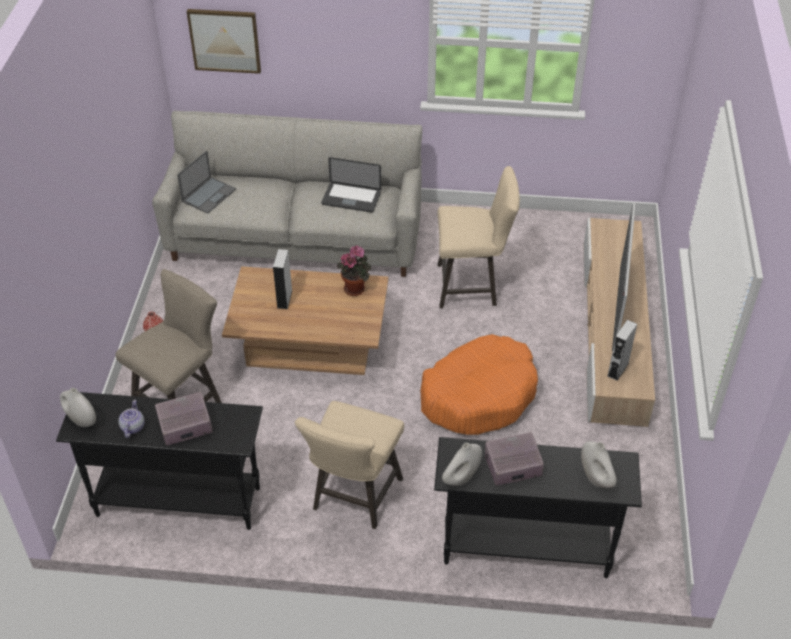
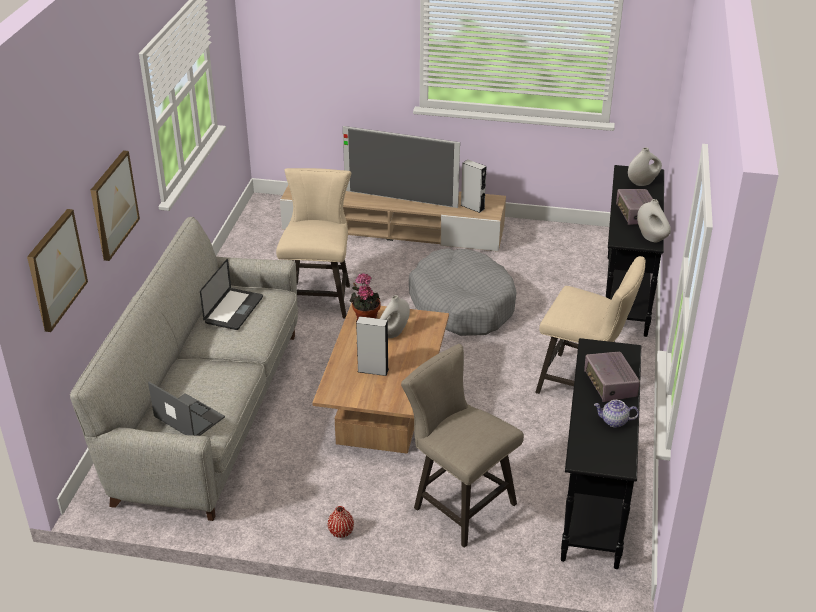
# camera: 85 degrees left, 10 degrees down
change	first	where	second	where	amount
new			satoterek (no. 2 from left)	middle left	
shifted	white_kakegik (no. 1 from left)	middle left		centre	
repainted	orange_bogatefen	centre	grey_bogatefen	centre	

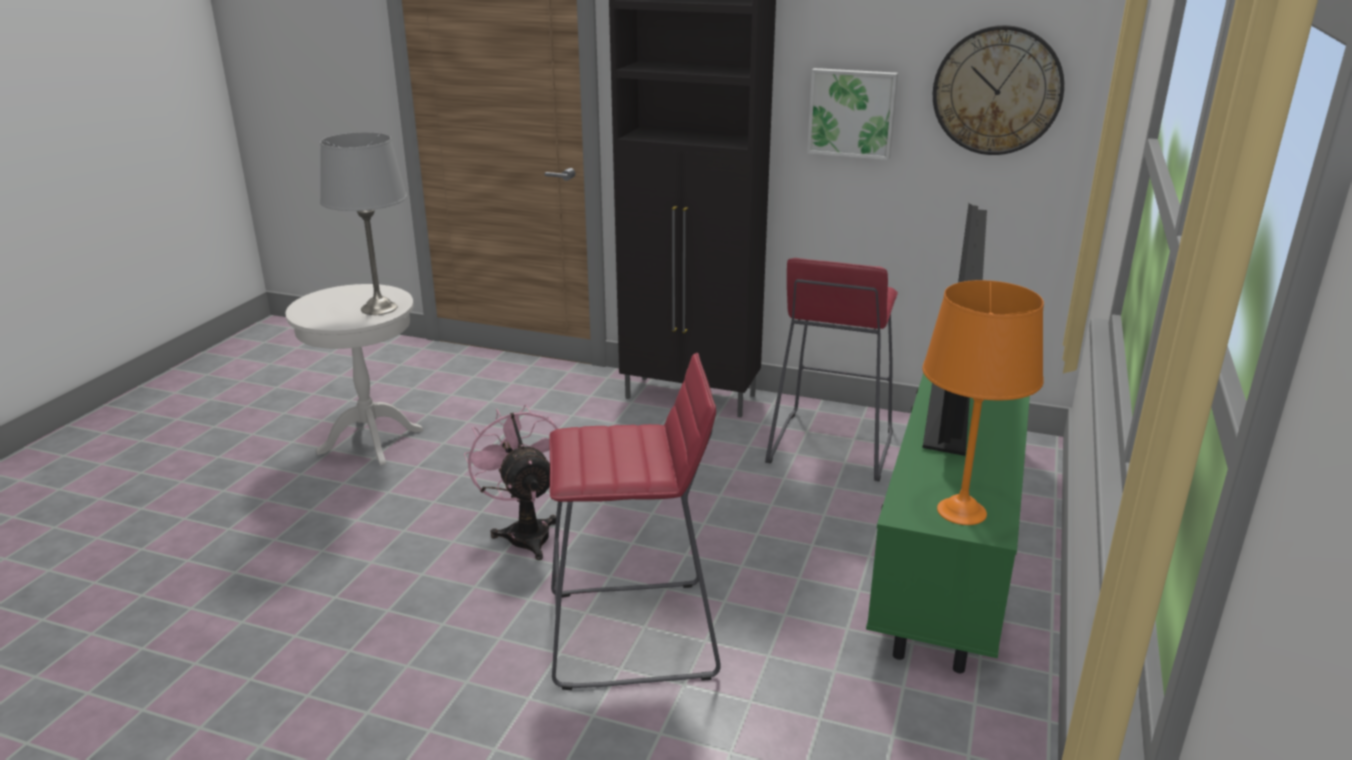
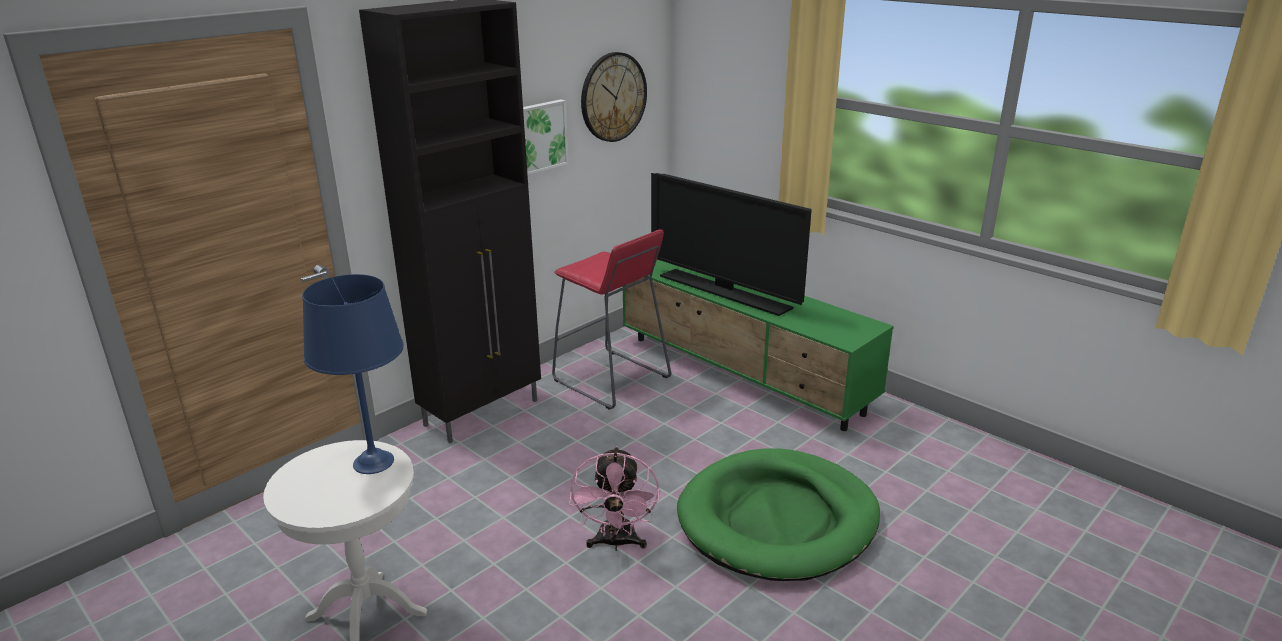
# camera: 65 degrees left, 0 degrees up
change	first	where	second	where	amount
gone	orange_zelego	middle right			
swapped	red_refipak (no. 1 from left)	bottom centre	green_bogatefen	bottom centre	
repainted	grey_zelego	top left	blue_zelego	middle left	
rotated	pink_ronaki	centre		bottom centre	90 degrees counterclockwise

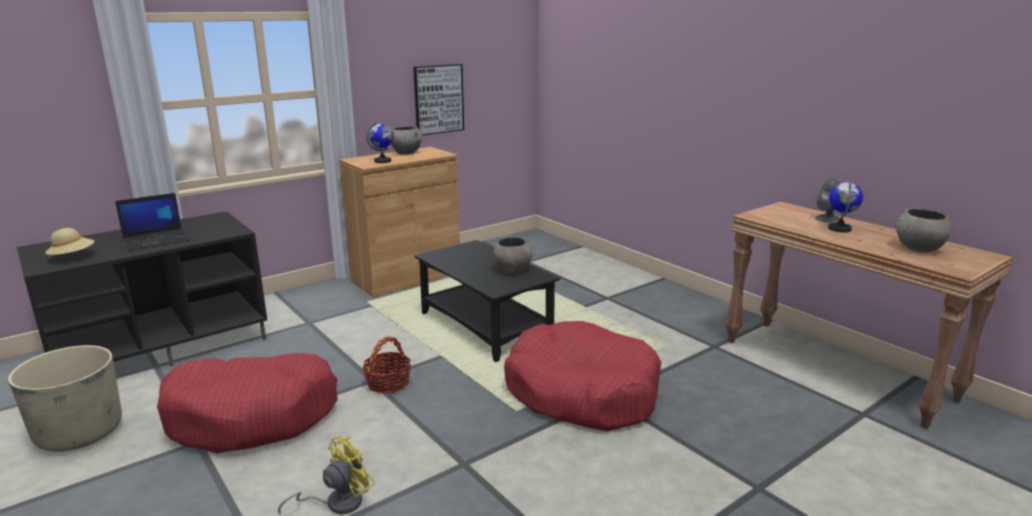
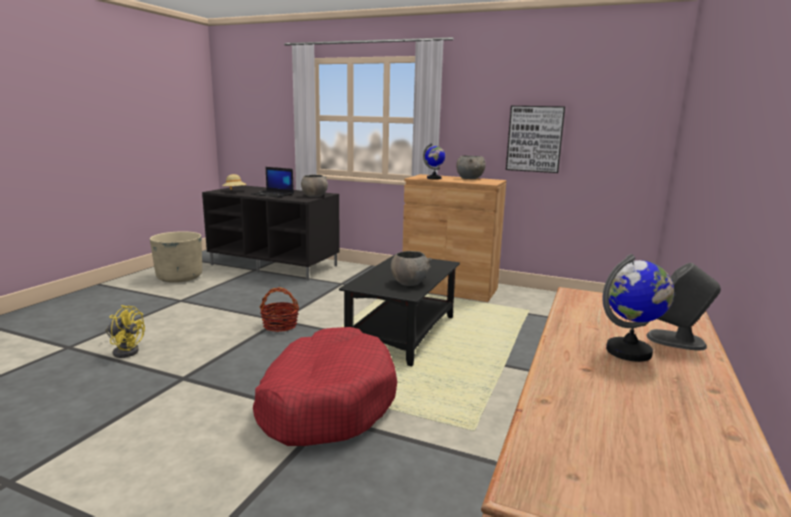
# camera: 60 degrees right, 5 degrees down
change	first	where	second	where	amount
gone	red_bogatefen (no. 1 from left)	bottom left			
shifted	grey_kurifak (no. 3 from left in the first image)	middle right	grey_kurifak (no. 1 from left)	centre	

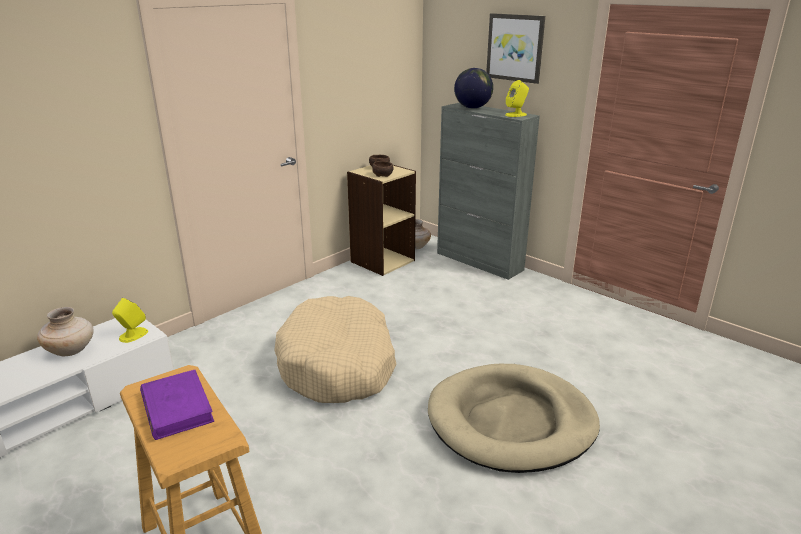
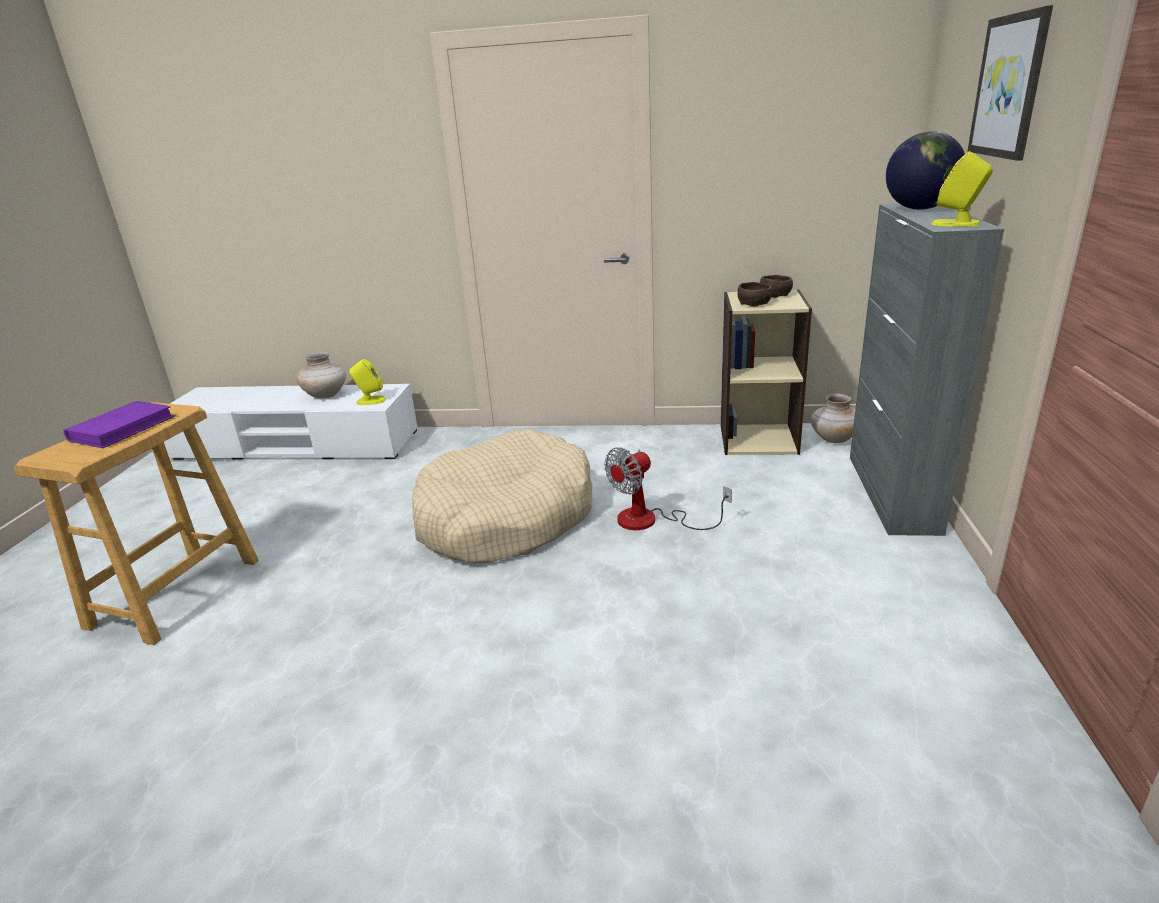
# camera: 55 degrees right, 0 degrees up
change	first	where	second	where	amount
gone	beige_bogatefen (no. 2 from left)	bottom centre			
new			ronaki	centre	

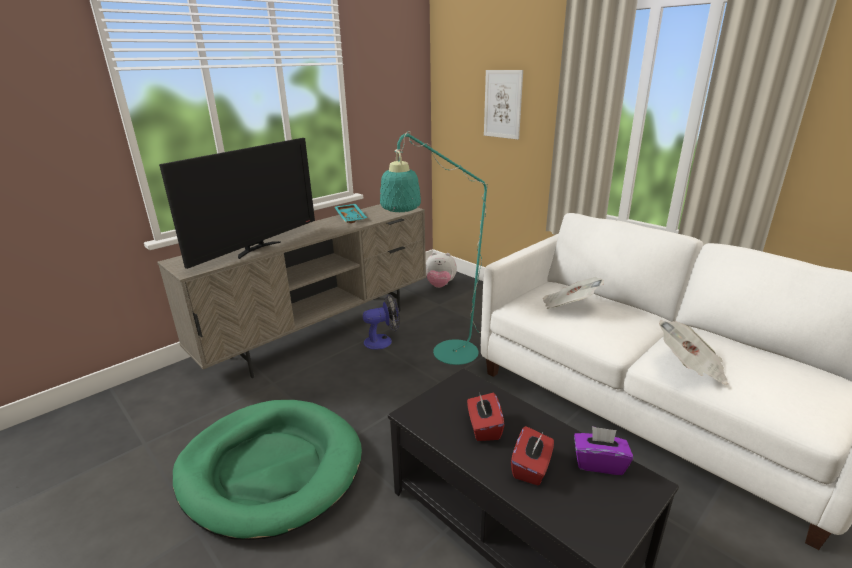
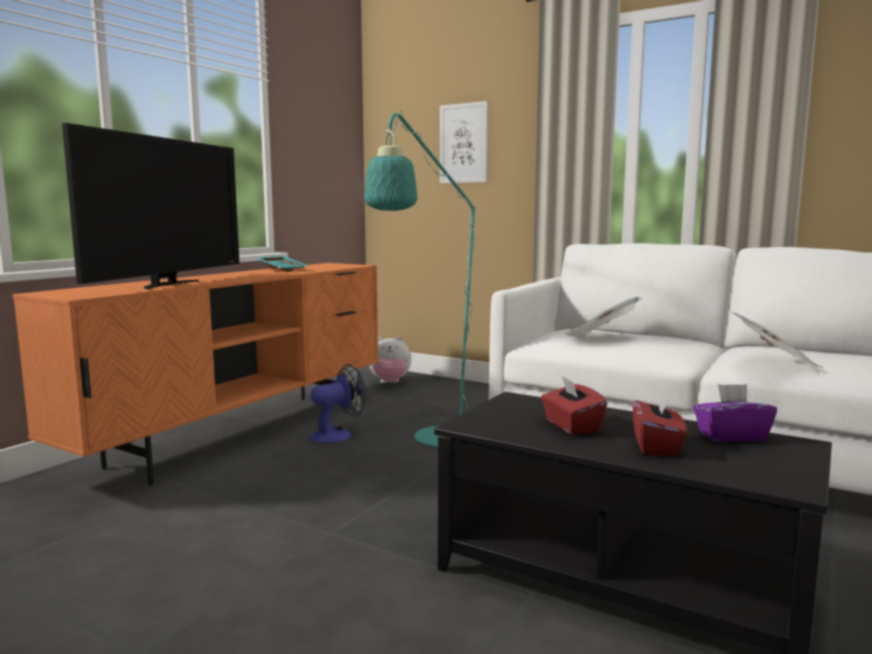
# camera: 15 degrees left, 15 degrees down
change	first	where	second	where	amount
gone	green_bogatefen	bottom left			
repainted	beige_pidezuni	centre	orange_pidezuni	middle left	

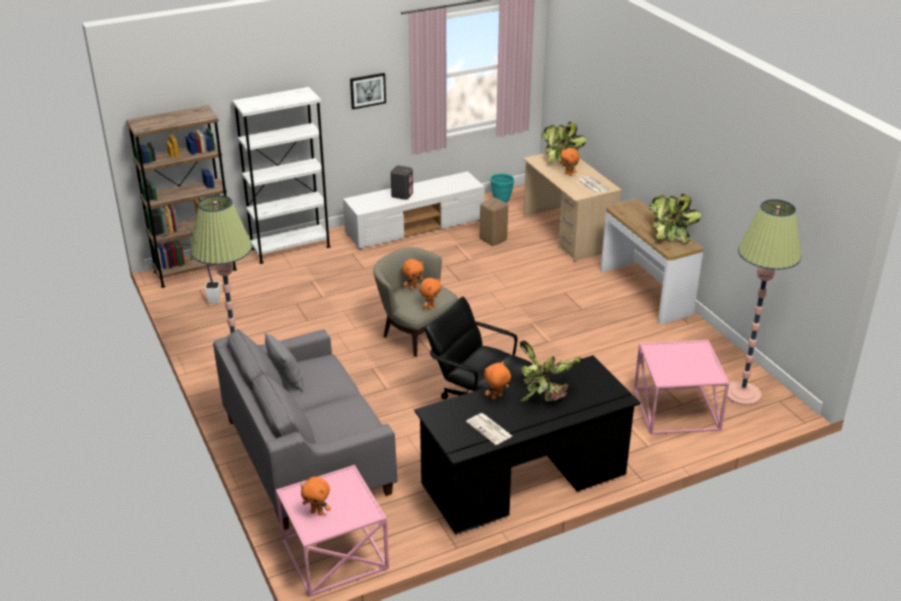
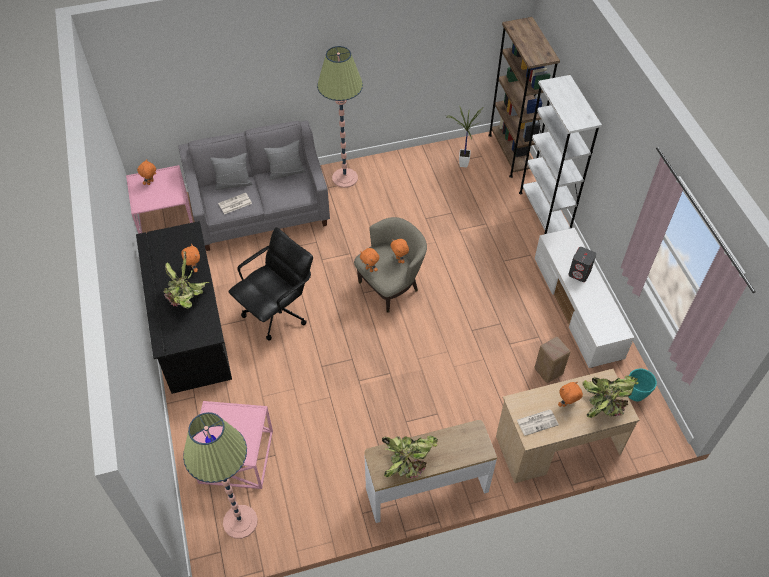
# camera: 100 degrees right, 20 degrees up
change	first	where	second	where	amount
gone	satoterek	top centre			
new			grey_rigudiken (no. 1 from left)	top left	
shifted	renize (no. 1 from left)	bottom centre		middle left	

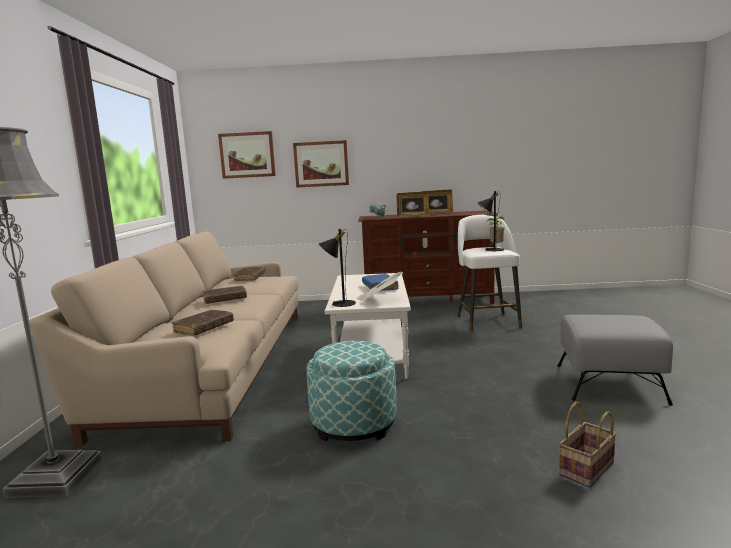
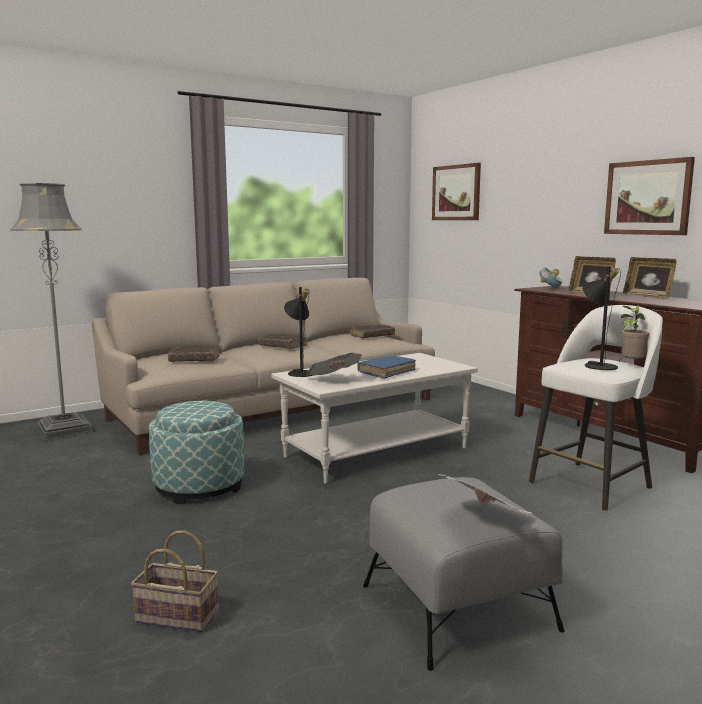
# camera: 55 degrees right, 0 degrees up
change	first	where	second	where	amount
new			renize (no. 2 from left)	bottom right	
shifted	satoterek (no. 2 from left)	top centre		top right	

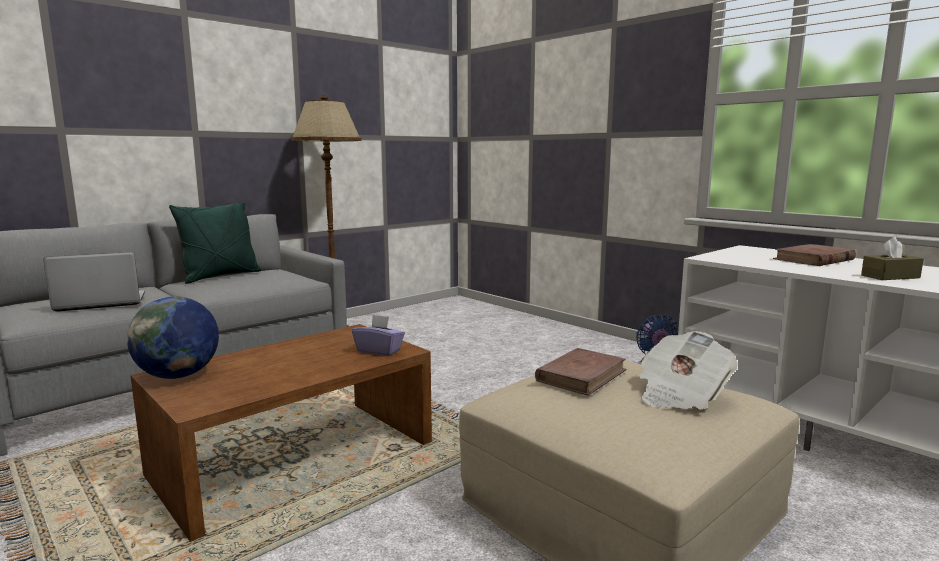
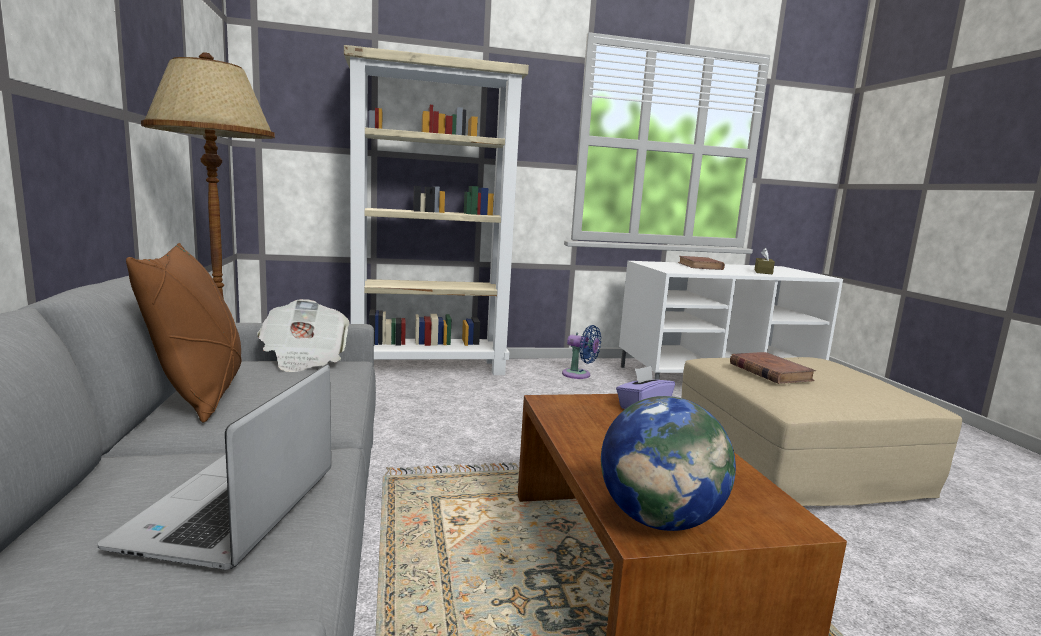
# camera: 60 degrees left, 0 degrees up
change	first	where	second	where	amount
new			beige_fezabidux	top centre	
shifted	renize	middle right		middle left	
repainted	green_rigudiken	middle left	brown_rigudiken	middle left	

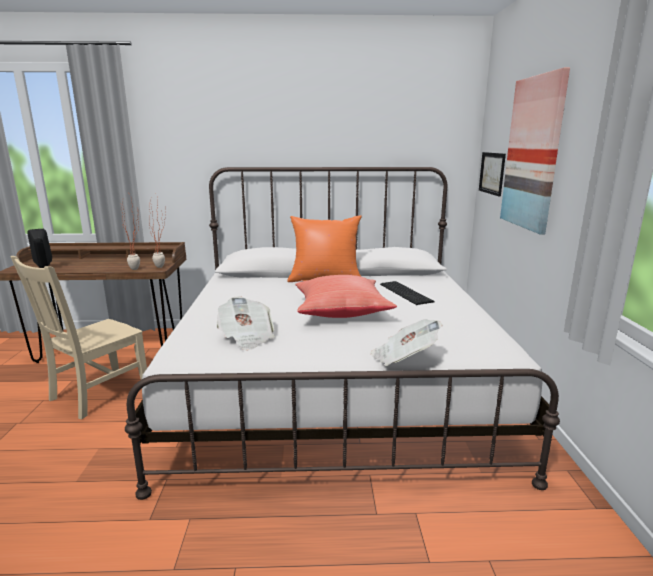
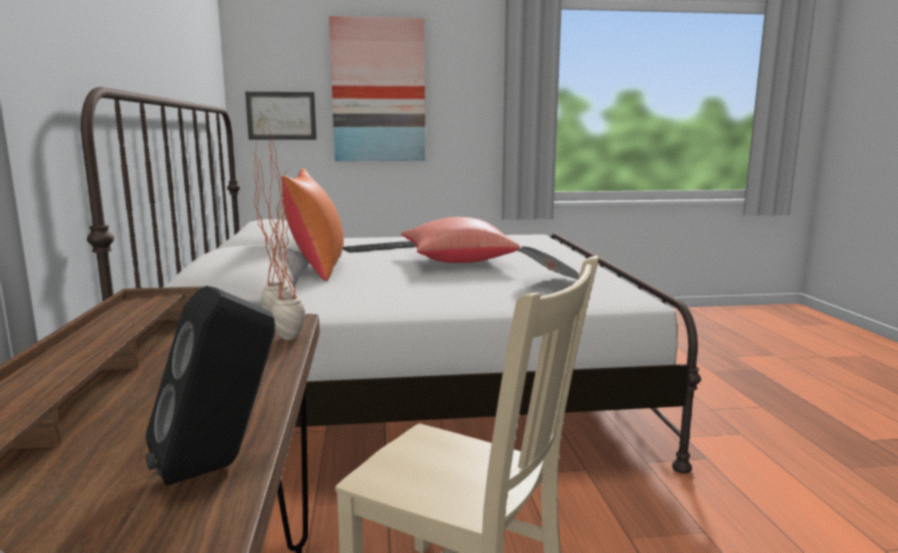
# camera: 95 degrees left, 5 degrees down
change	first	where	second	where	amount
gone	renize (no. 2 from left)	centre			

